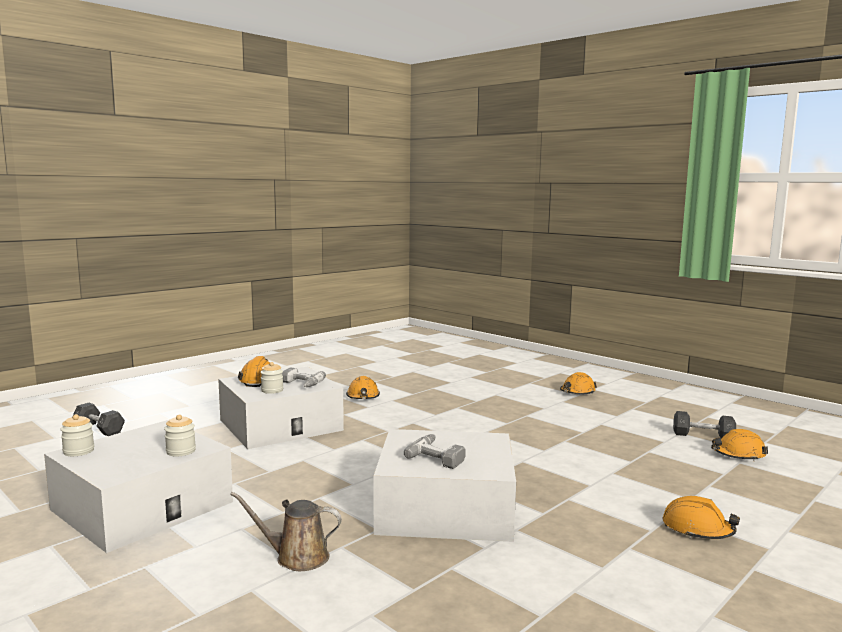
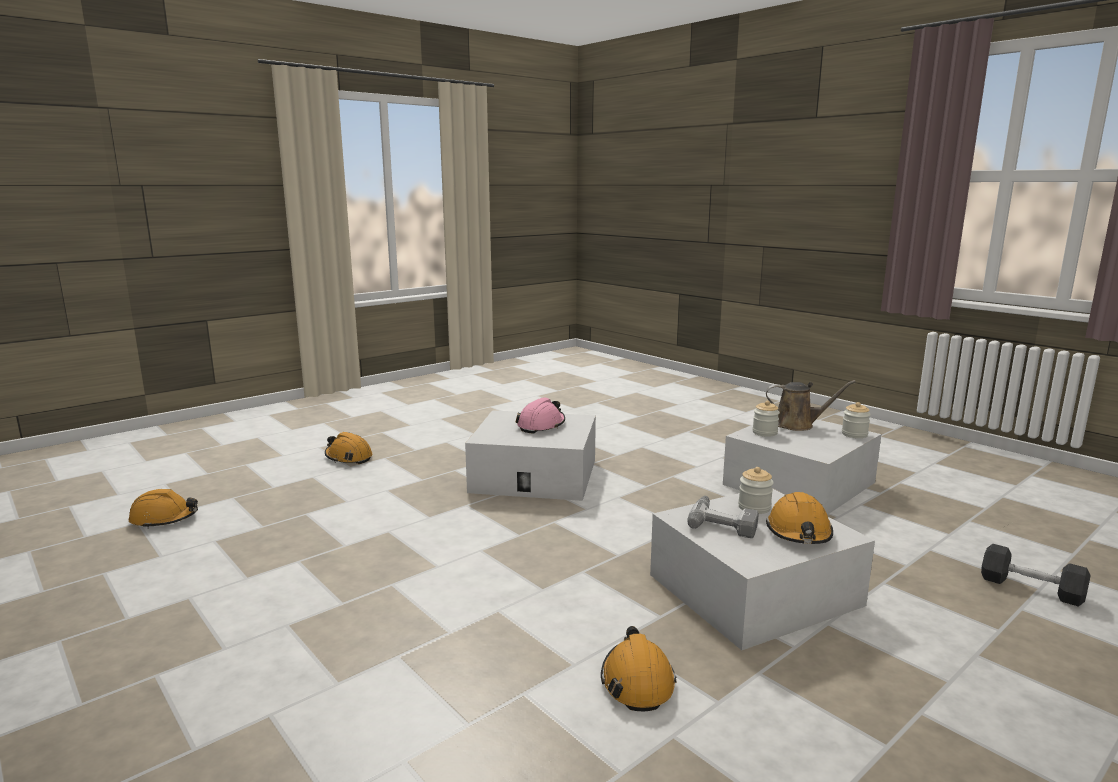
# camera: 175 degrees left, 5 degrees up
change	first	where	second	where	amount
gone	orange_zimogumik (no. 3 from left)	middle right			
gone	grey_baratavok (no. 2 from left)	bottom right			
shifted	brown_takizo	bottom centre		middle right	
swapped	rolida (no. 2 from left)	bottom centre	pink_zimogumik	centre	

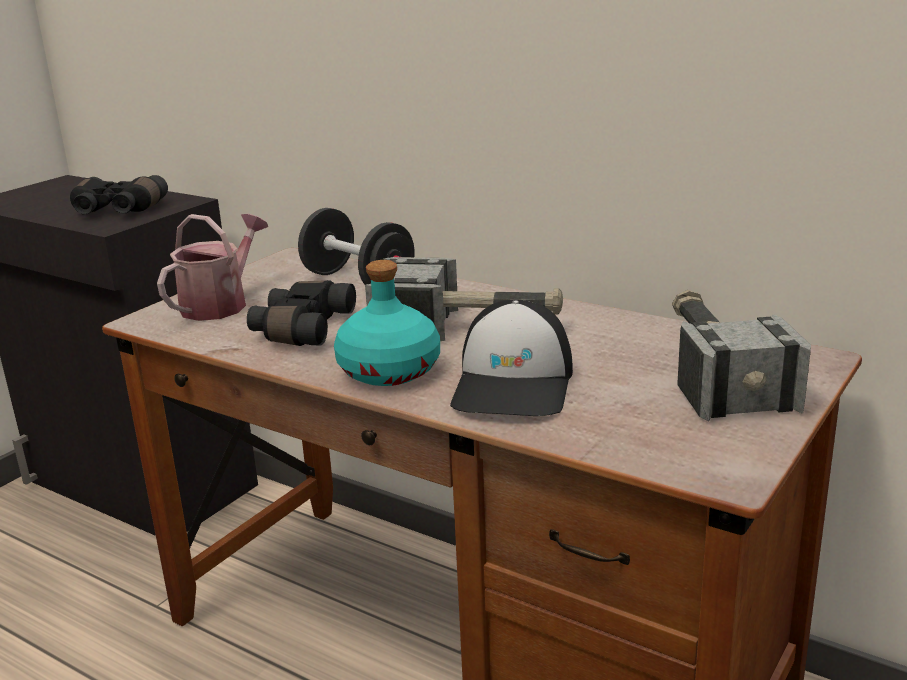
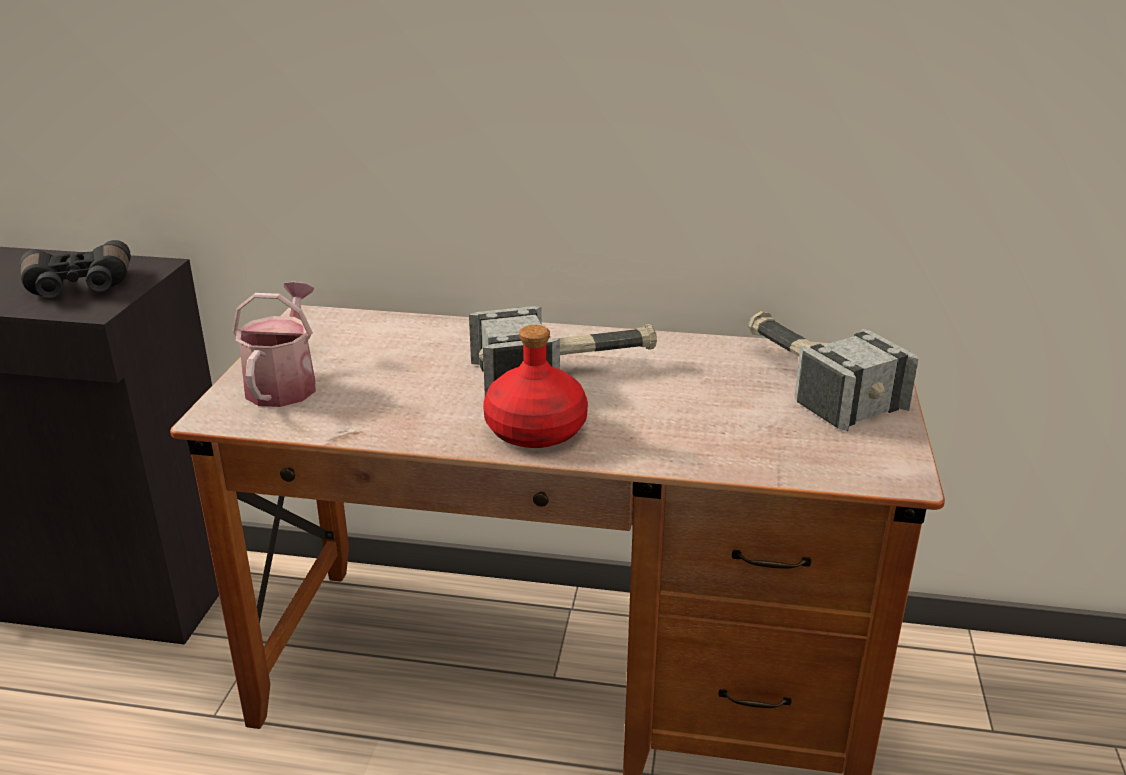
# camera: 25 degrees left, 5 degrees up
change	first	where	second	where	amount
gone	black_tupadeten (no. 2 from left)	middle left			
gone	black_baratavok	centre			
gone	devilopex	centre			
repainted	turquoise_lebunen	centre	red_lebunen	centre	

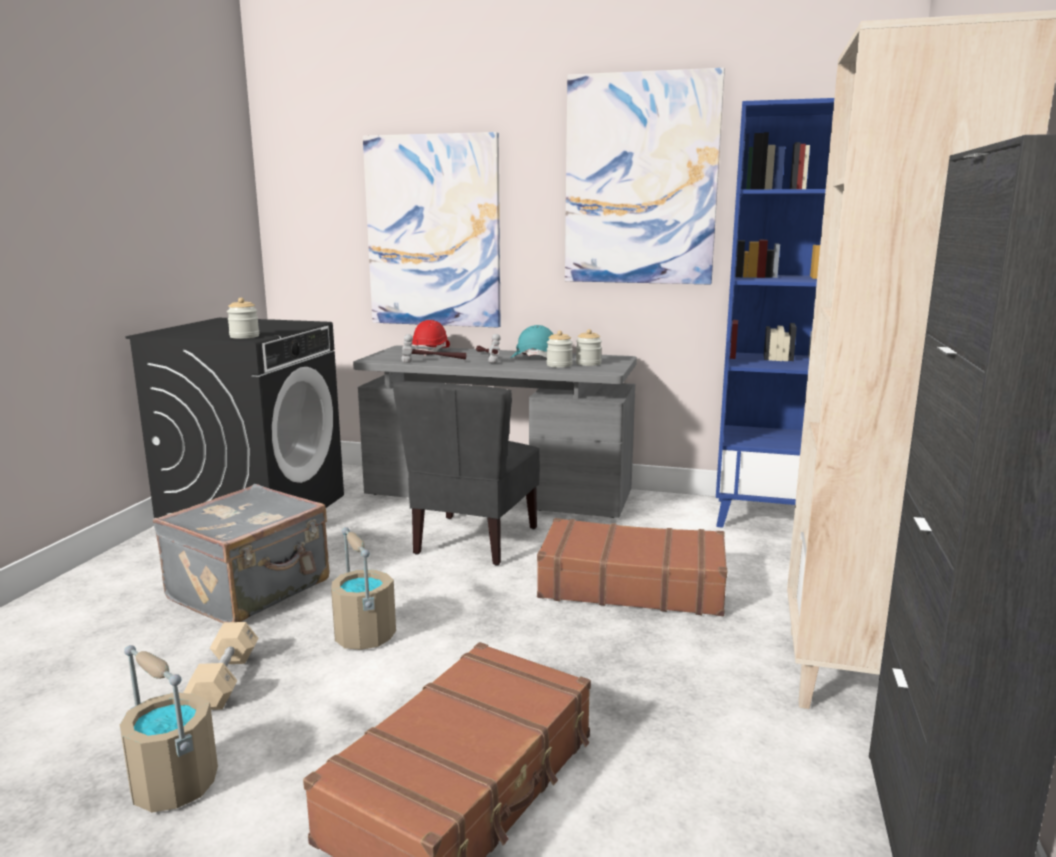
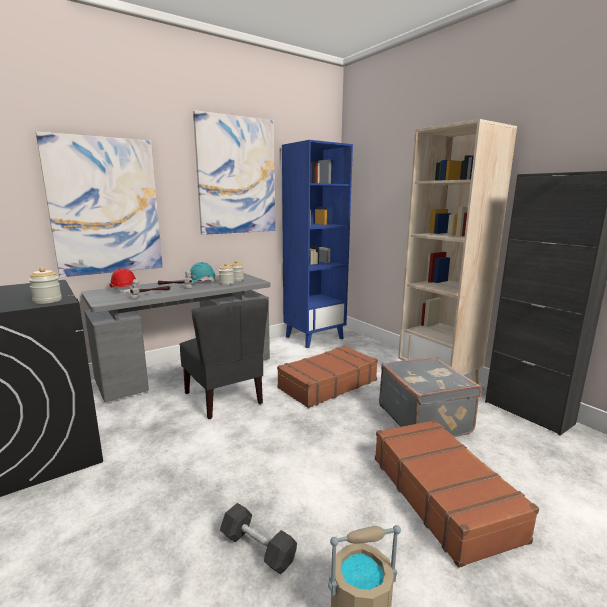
# camera: 50 degrees left, 0 degrees up
change	first	where	second	where	amount
gone	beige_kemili (no. 2 from left)	bottom centre			
shifted	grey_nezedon	middle left		middle right	
repainted	beige_baratavok	bottom left	black_baratavok	bottom centre	

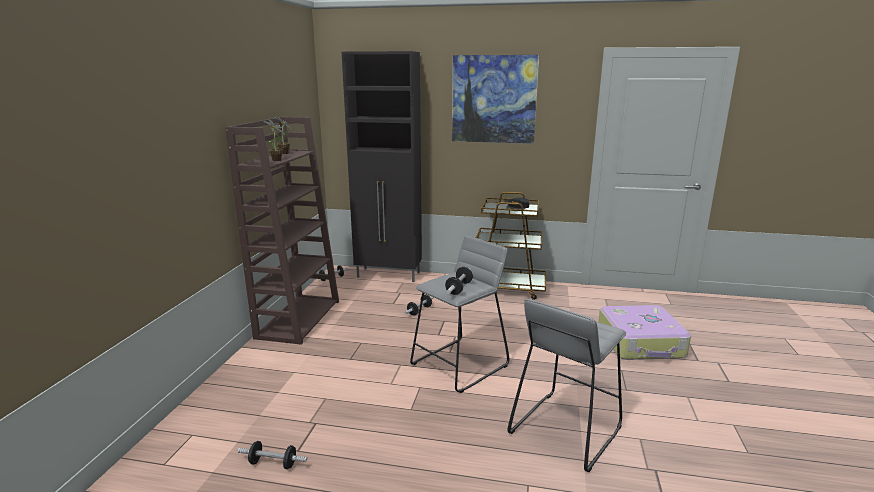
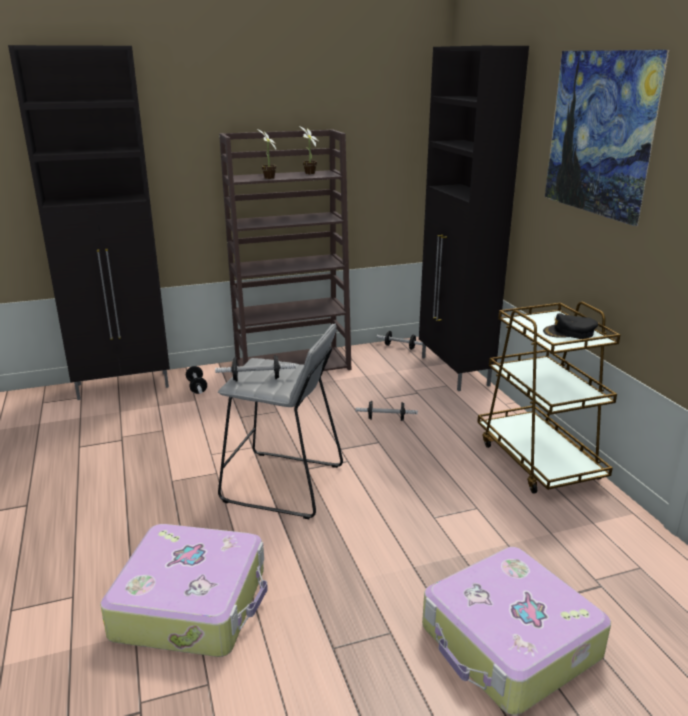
# camera: 60 degrees right, 5 degrees up
change	first	where	second	where	amount
new			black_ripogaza (no. 1 from left)	top left	
shifted	baratavok (no. 1 from left)	bottom left		middle left	
swapped	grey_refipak (no. 2 from left)	bottom centre	nezedon (no. 1 from left)	bottom left	

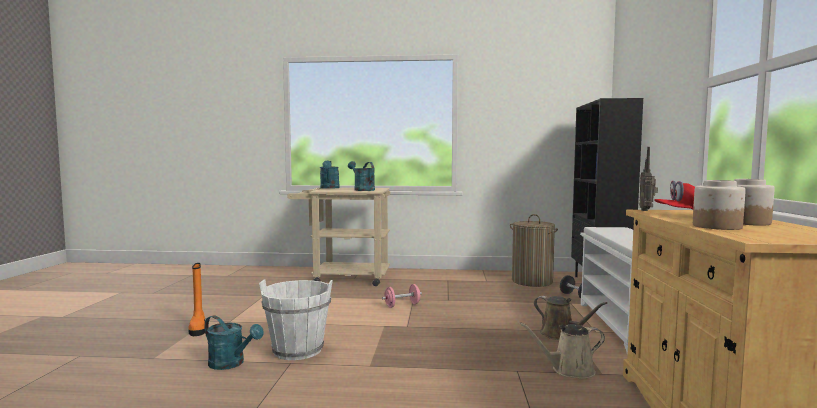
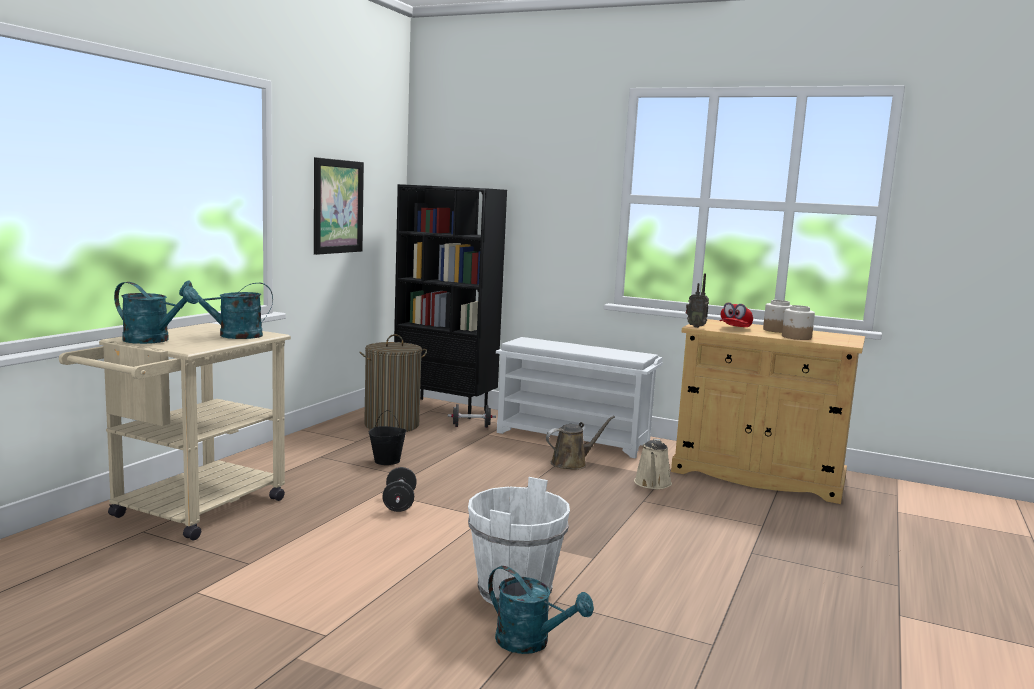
# camera: 70 degrees left, 5 degrees up
change	first	where	second	where	amount
gone	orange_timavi	bottom left			
new			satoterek	top left	
new			black_kemili	centre	
repainted	pink_baratavok	bottom centre	black_baratavok (no. 1 from left)	bottom centre	
rotated	turquoise_takizo (no. 1 from left in the first image)	bottom left	turquoise_takizo (no. 3 from left)	bottom centre	75 degrees clockwise

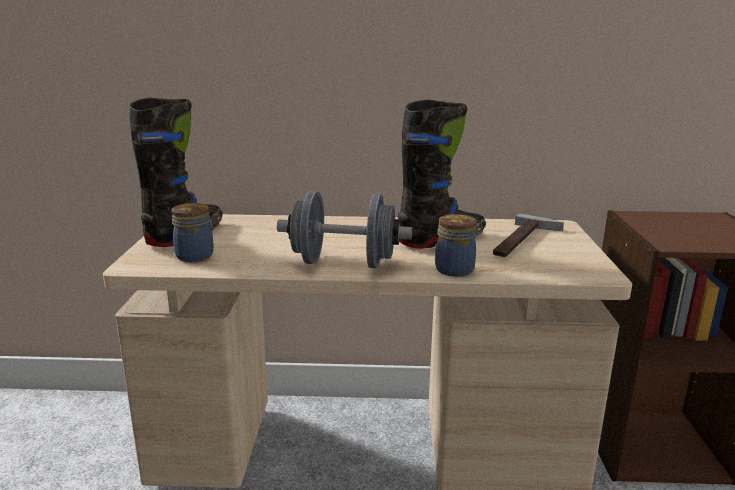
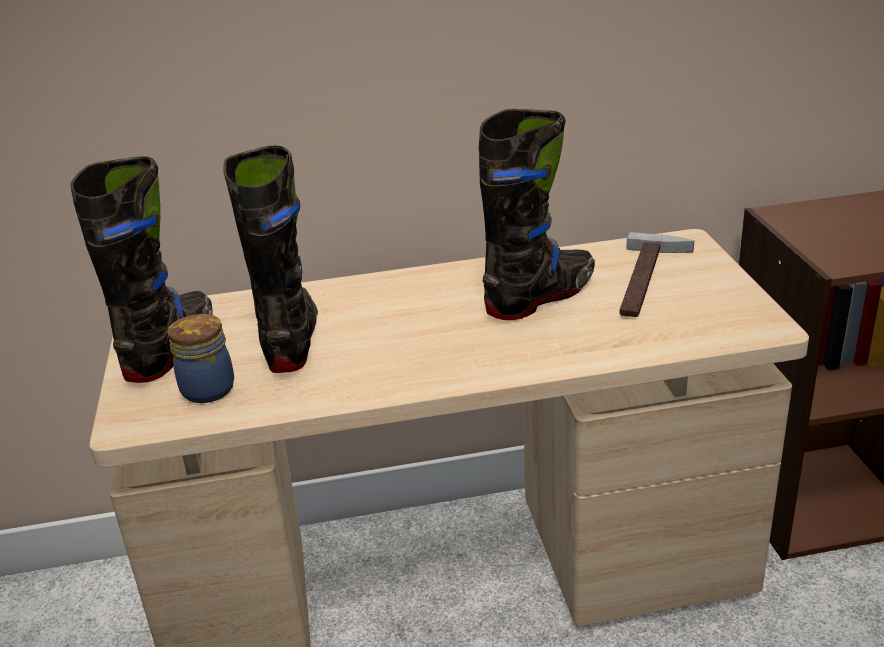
# camera: 10 degrees left, 10 degrees up
change	first	where	second	where	amount
gone	grey_baratavok	centre			
gone	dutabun (no. 2 from left)	centre			
new			black_timavi (no. 2 from left)	middle left	

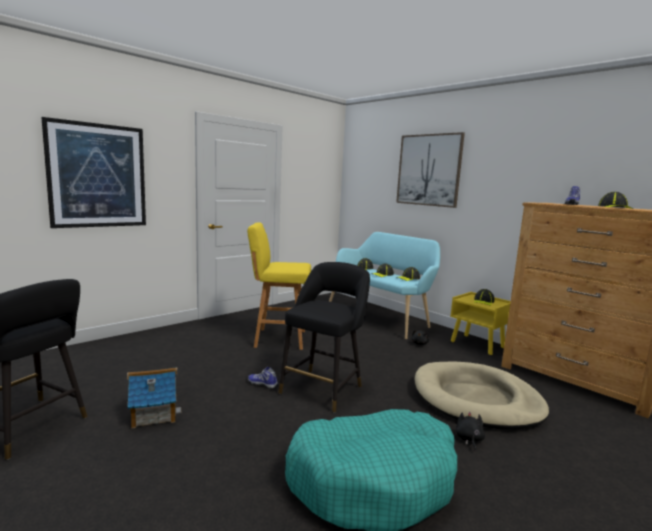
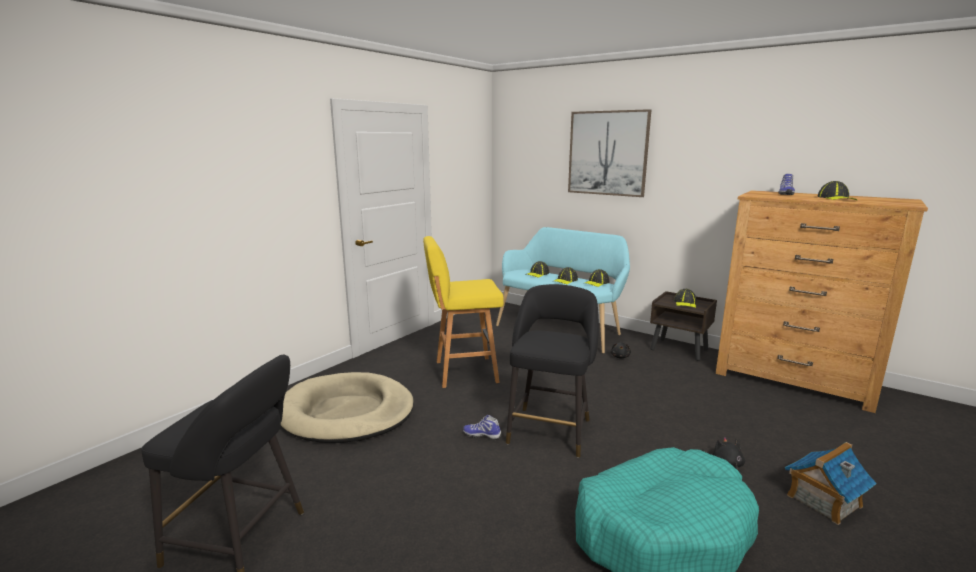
# camera: 10 degrees left, 5 degrees up
change	first	where	second	where	amount
gone	satoterek (no. 1 from left)	top left			
shifted	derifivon	bottom left		bottom right	
shifted	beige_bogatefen	bottom right		bottom centre	
repainted	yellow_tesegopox	middle right	brown_tesegopox	middle right	

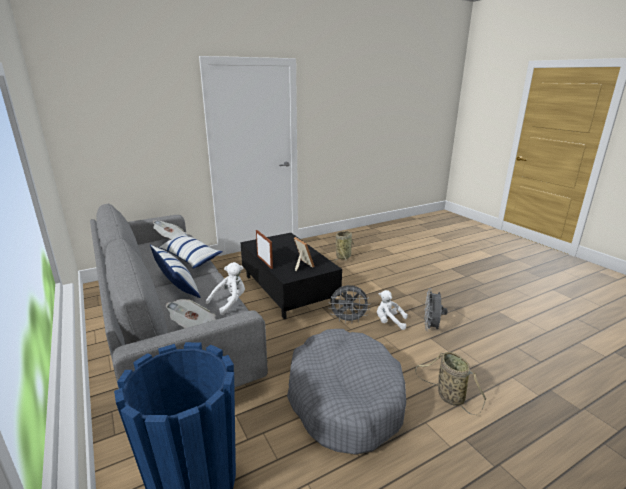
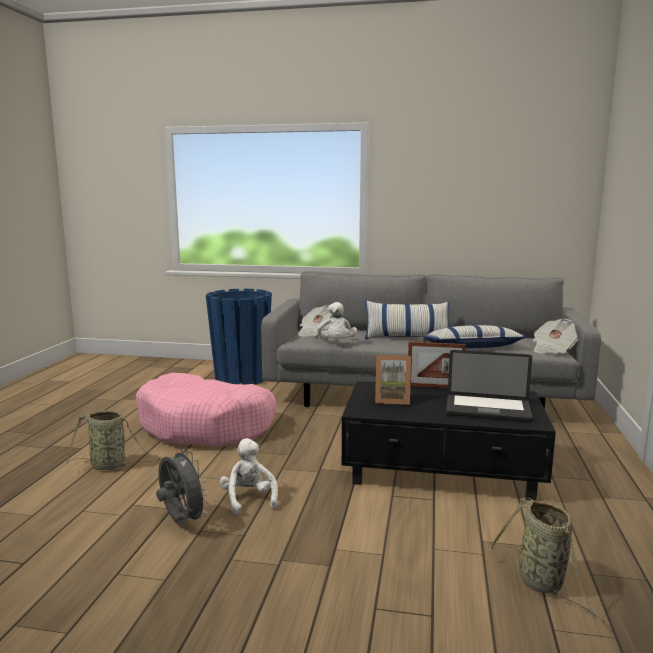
# camera: 130 degrees right, 10 degrees down
change	first	where	second	where	amount
gone	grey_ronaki (no. 1 from left)	centre			
new			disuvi	middle right	
repainted	grey_bogatefen	bottom centre	pink_bogatefen	middle left	
rotated	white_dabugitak (no. 2 from left in the first image)	centre	white_dabugitak (no. 1 from left)	bottom centre	75 degrees counterclockwise

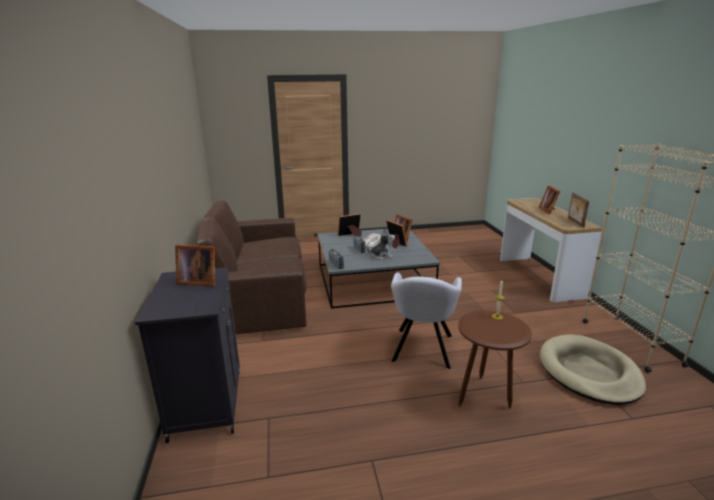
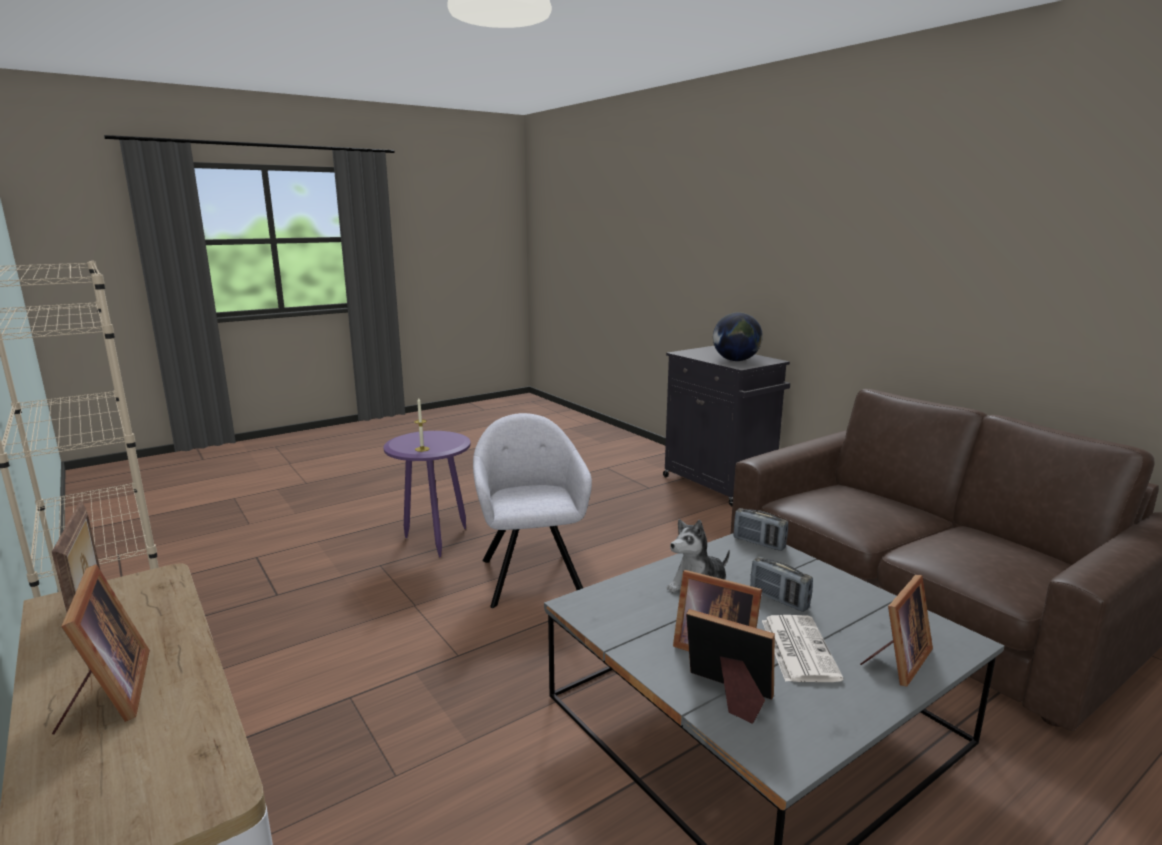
# camera: 155 degrees right, 5 degrees down
change	first	where	second	where	amount
gone	beige_bogatefen	bottom right			
swapped	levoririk (no. 1 from left)	middle left	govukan	centre	
repainted	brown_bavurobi	bottom right	purple_bavurobi	centre	

